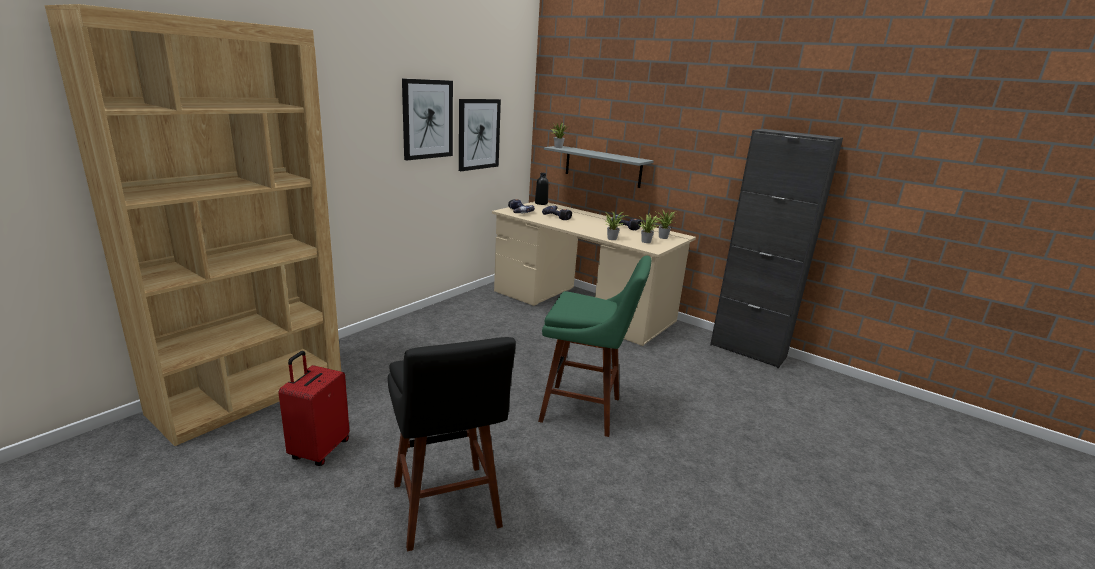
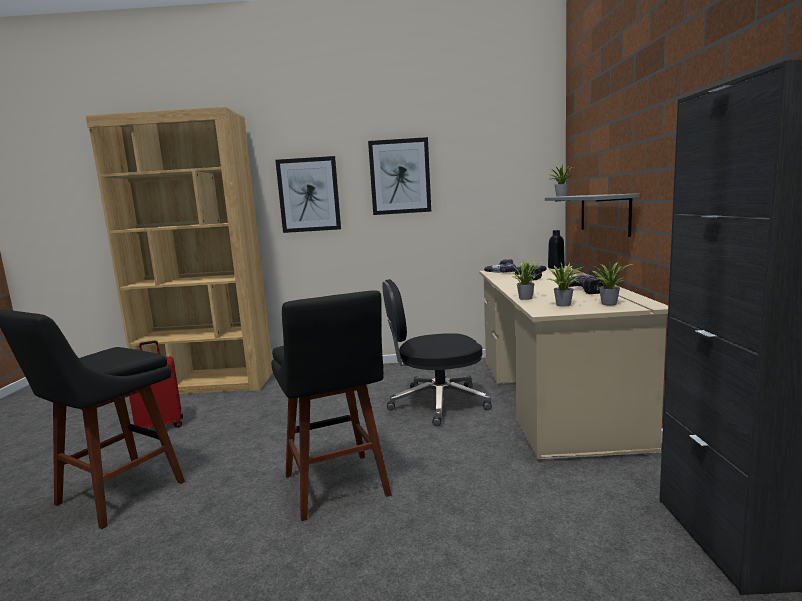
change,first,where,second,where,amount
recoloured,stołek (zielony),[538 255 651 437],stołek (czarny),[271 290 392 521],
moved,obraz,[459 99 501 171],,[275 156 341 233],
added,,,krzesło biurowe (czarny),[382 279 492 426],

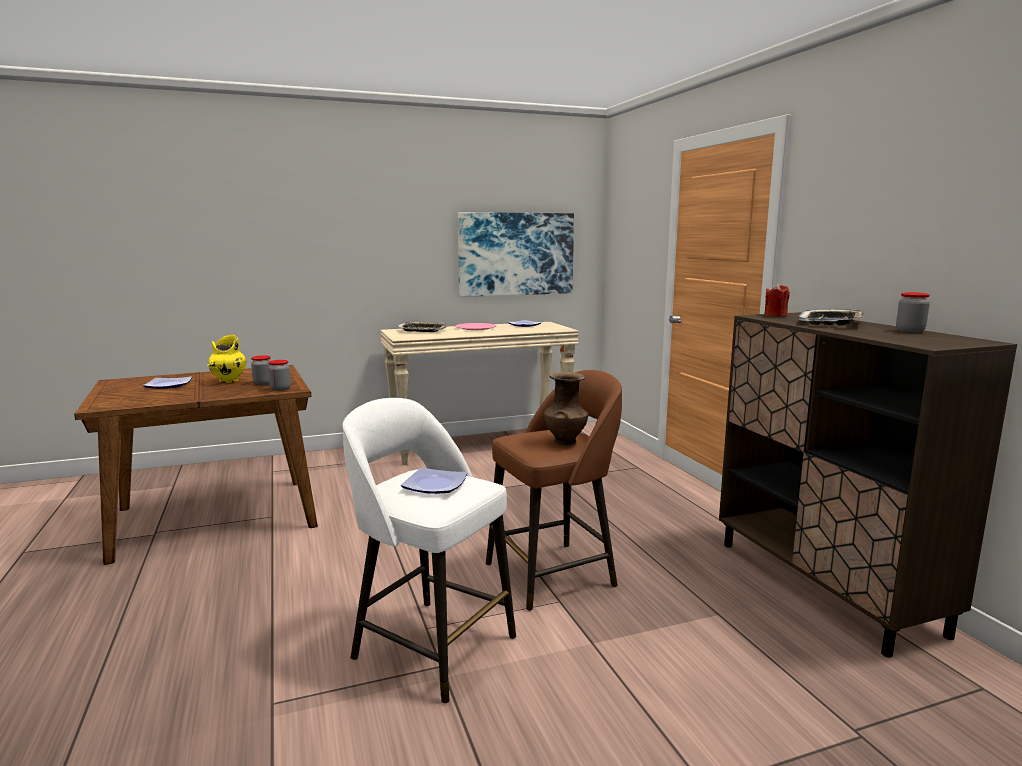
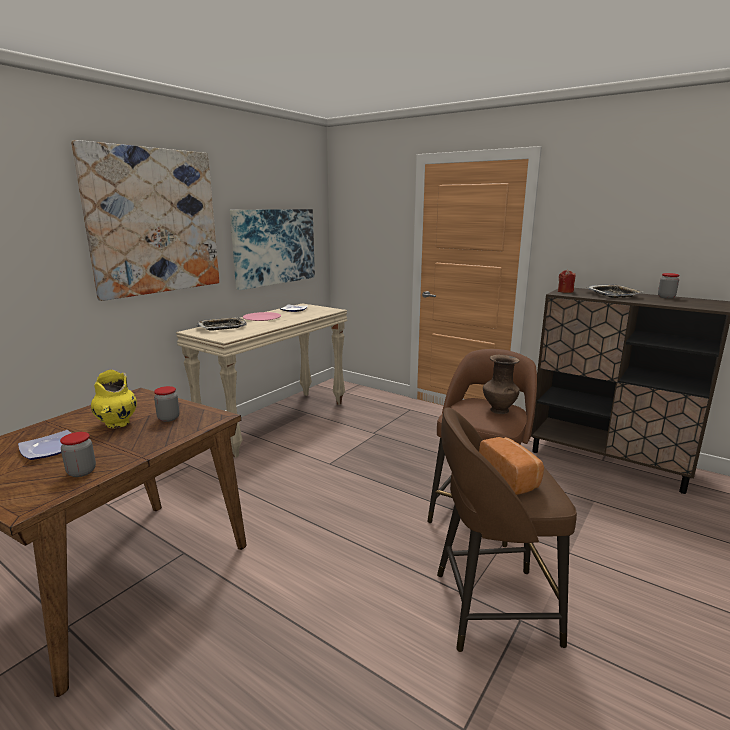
change,first,where,second,where,amount
moved,słoik,[268 360 291 391],,[60 432 96 477],
added,,,obraz,[71 140 220 301],
recoloured,stołek (biały),[342 398 516 704],stołek (brązowy),[437 407 577 652],
replaced,talerz,[401 468 467 494],chleb,[479 437 544 495],

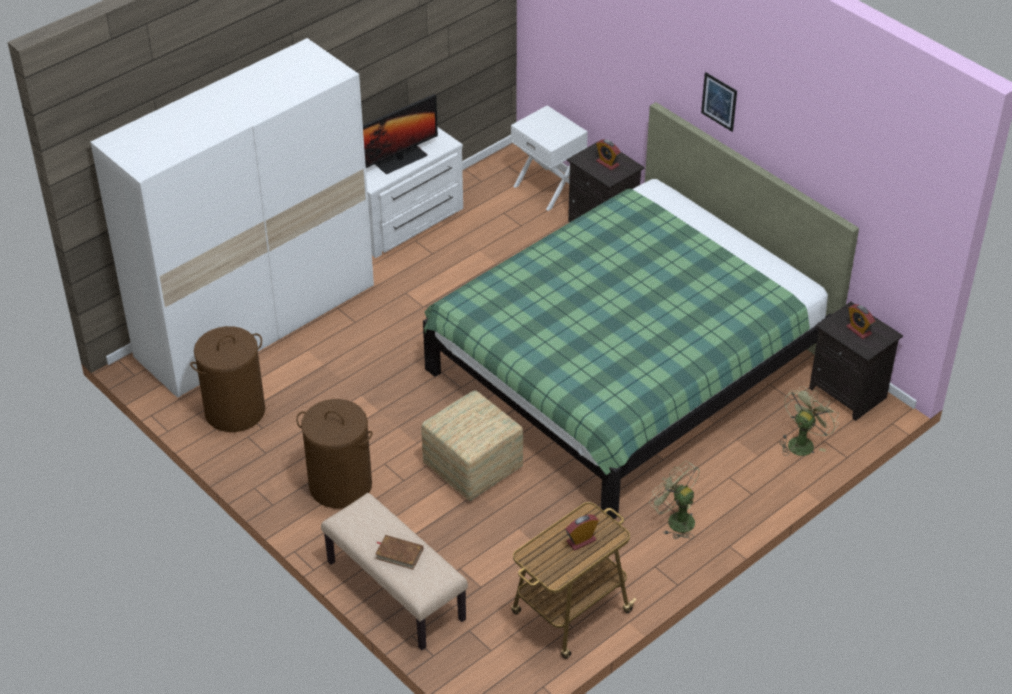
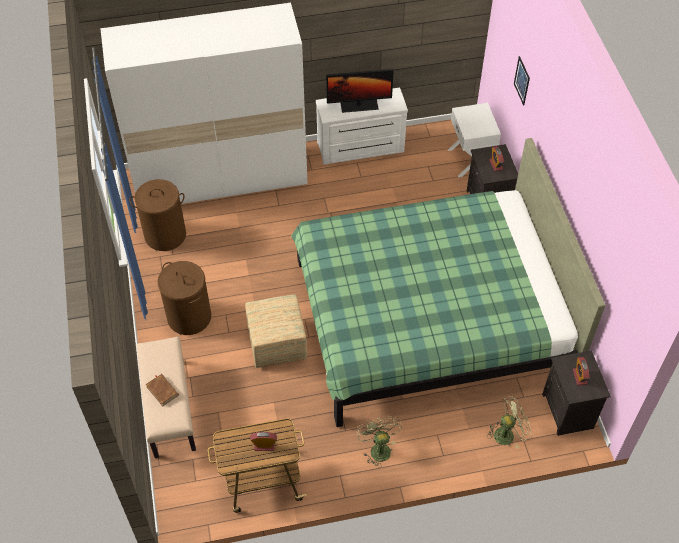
change,first,where,second,where,amount
moved,obraz,[701 72 737 132],,[514 56 530 105],

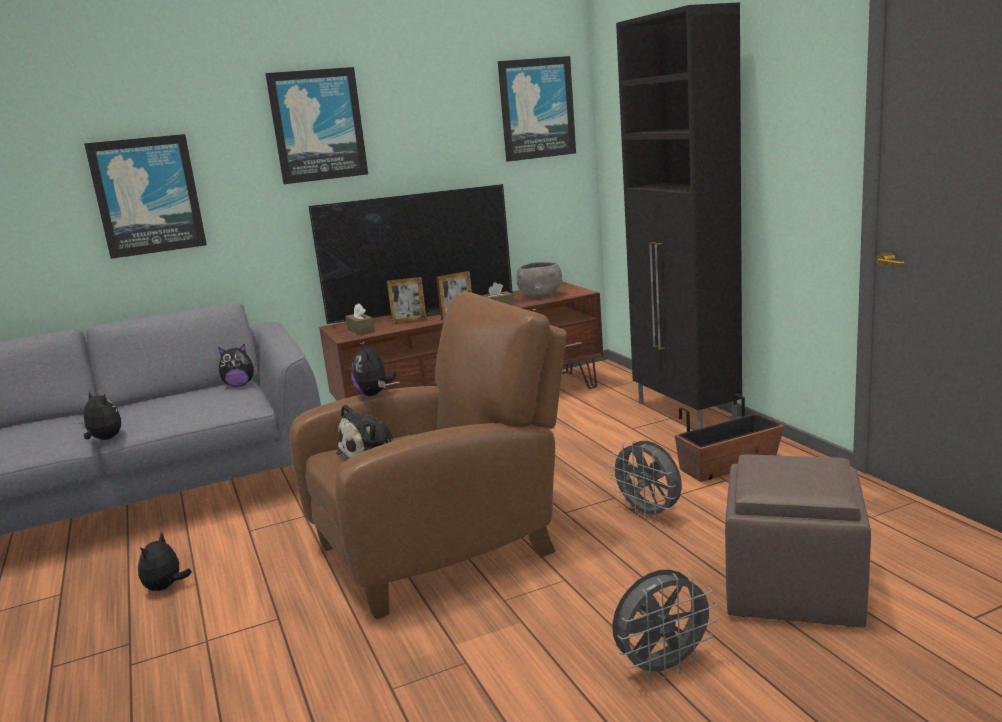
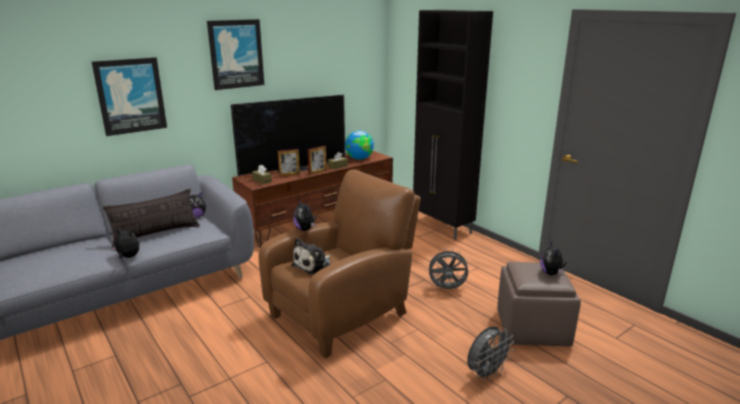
change,first,where,second,where,amount
added,,,poduszka,[103 188 200 247],
replaced,miska (szary),[517 262 563 298],globus,[345 130 374 160],
turned,wentylator (szary),[609 441 682 520],,[426 249 470 289],150 degrees clockwise
moved,pluszak,[138 532 192 591],,[540 241 567 275],
removed,obraz,[498 56 576 162],,,
removed,donica,[675 394 784 482],,,

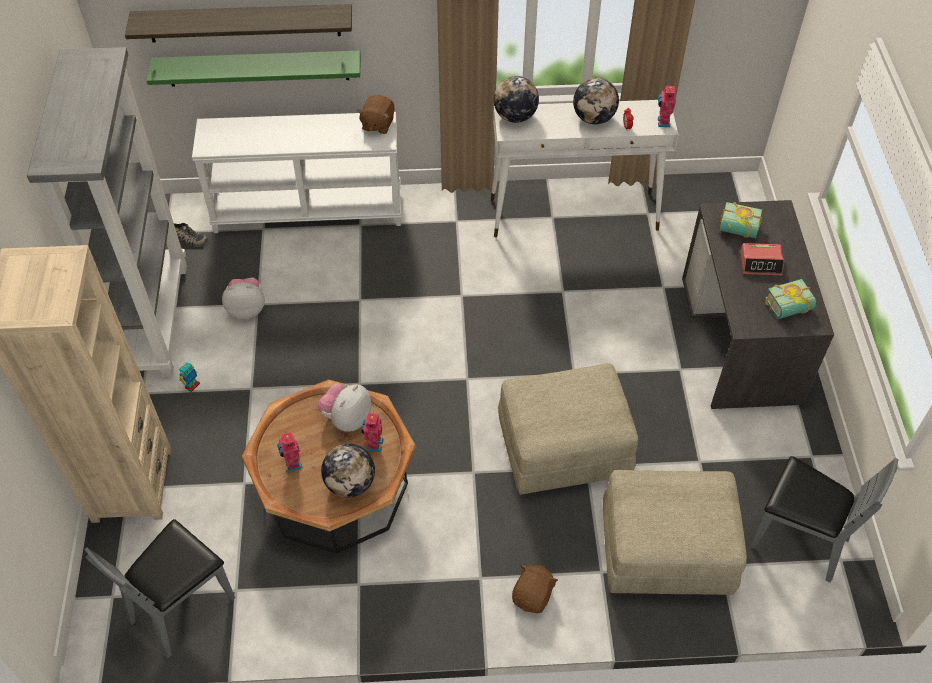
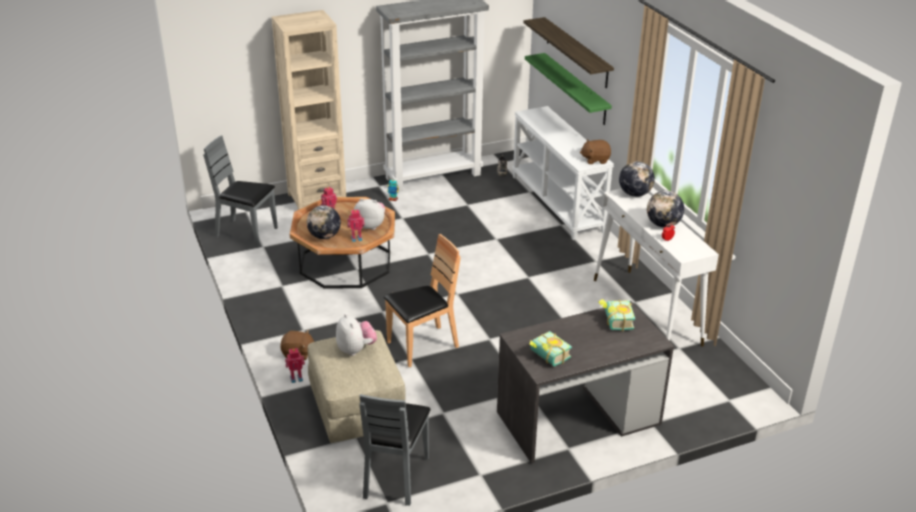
change,first,where,second,where,amount
moved,robot zabawkowy,[658 84 676 127],,[285 348 305 383],
moved,pluszak,[222 277 265 319],,[336 314 377 356],
replaced,pufa (beżowy),[498 363 638 495],krzesło (brązowy),[384 234 461 367],
removed,budzik,[740 243 784 276],,,

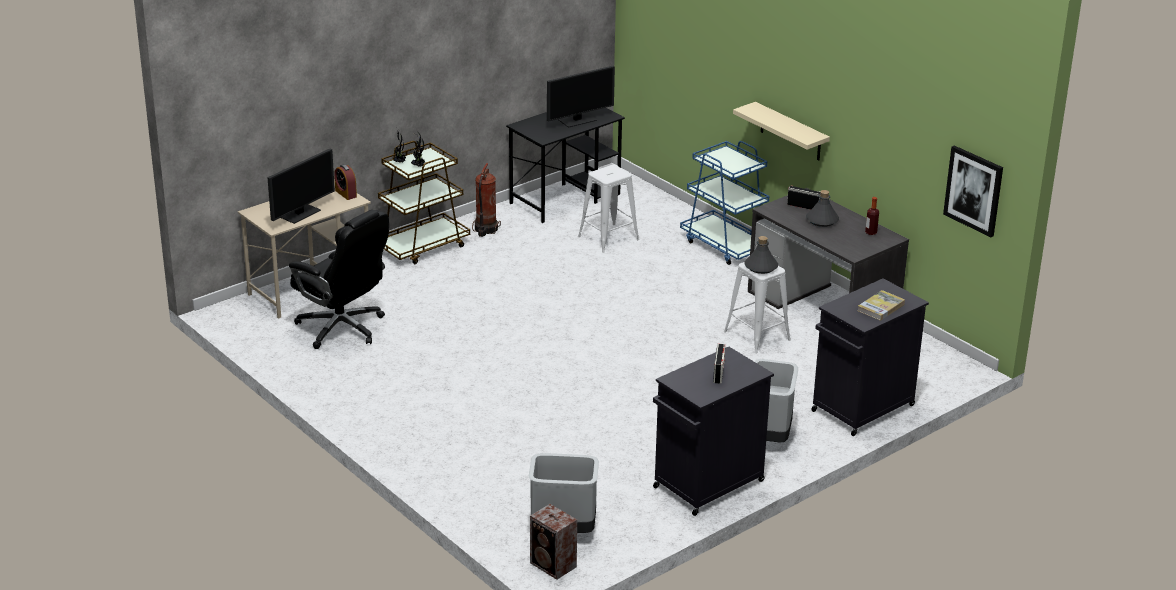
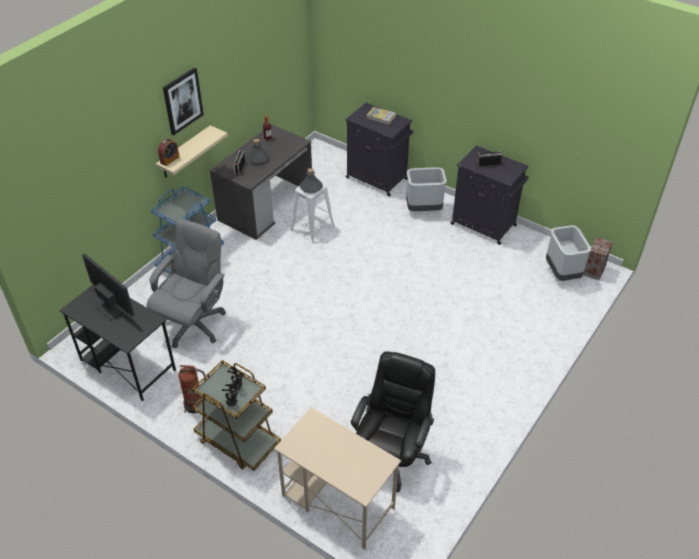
change,first,where,second,where,amount
replaced,stołek (biały),[578 165 640 253],krzesło biurowe (szary),[146 219 226 348],
moved,budzik,[334 164 357 200],,[158 139 179 166],
moved,obraz,[943 145 1003 237],,[163 67 204 135],
removed,monitor,[267 148 335 224],,,

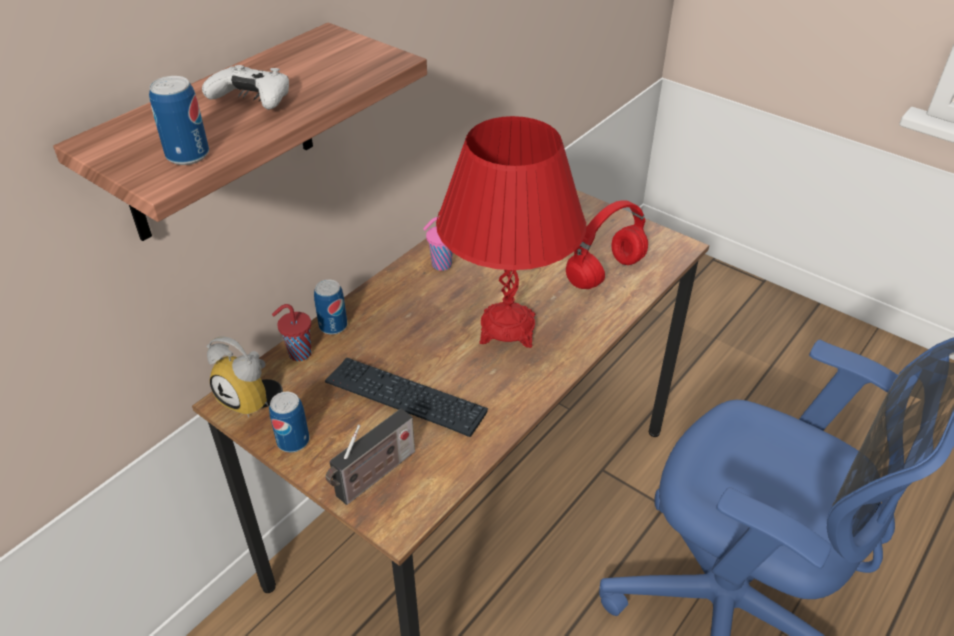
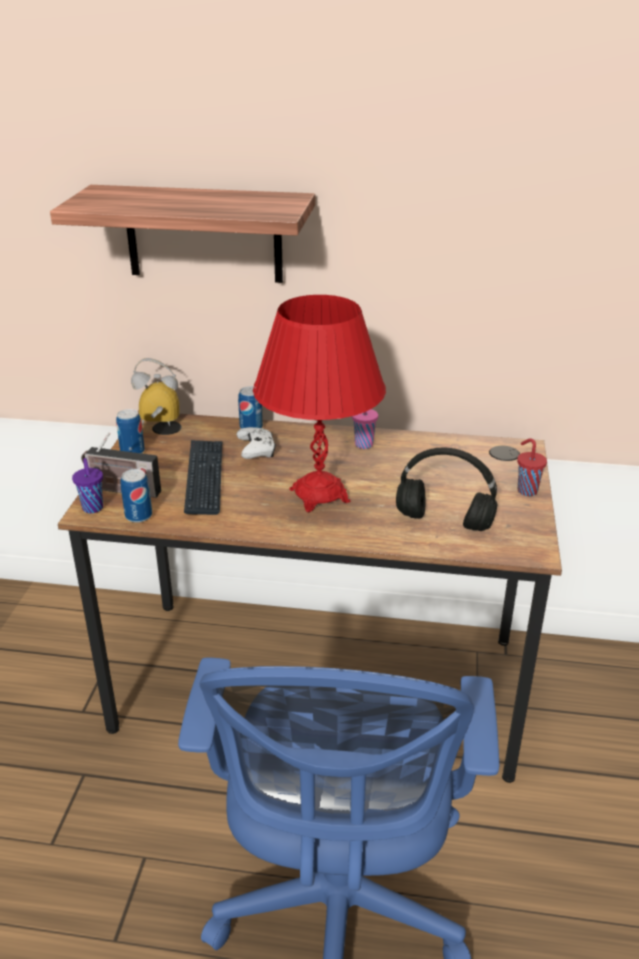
change,first,where,second,where,amount
added,,,filiżanka (fioletowy),[72 458 103 513],
moved,puszka,[149 76 209 165],,[121 469 152 523],
turned,budzik,[207 336 269 417],,[131 358 179 426],90 degrees clockwise
moved,pad do gier (biały),[202 65 289 110],,[236 427 276 459],
recoloured,słuchawki (czerwony),[566 200 648 289],słuchawki (czarny),[396 448 498 531],
moved,filiżanka (czerwony),[272 304 311 361],,[517 438 547 496],

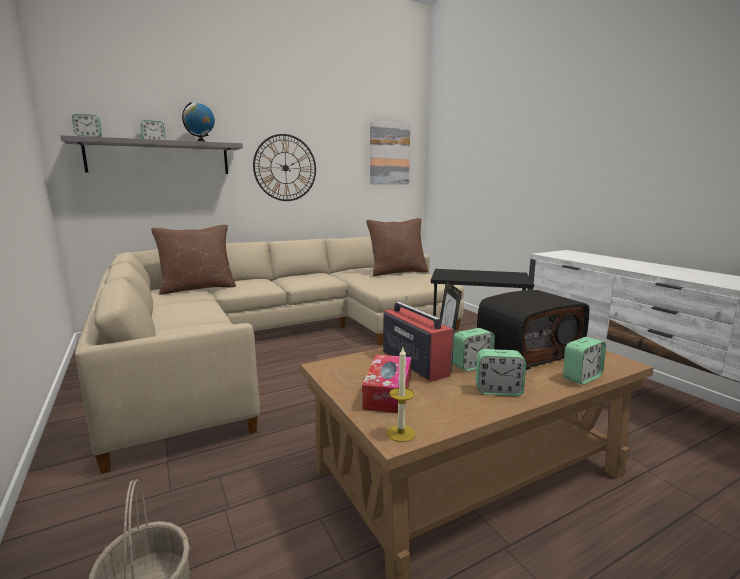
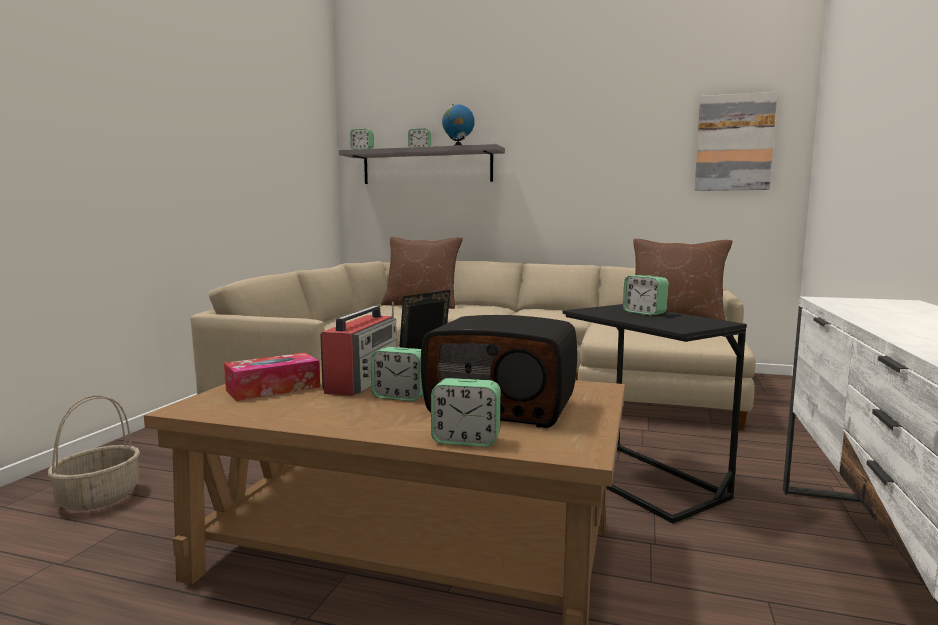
change,first,where,second,where,amount
moved,budzik,[475 349 526 396],,[623 275 669 315],
removed,zegar ścienny,[253 134 316 201],,,
removed,świeca,[387 348 415 442],,,

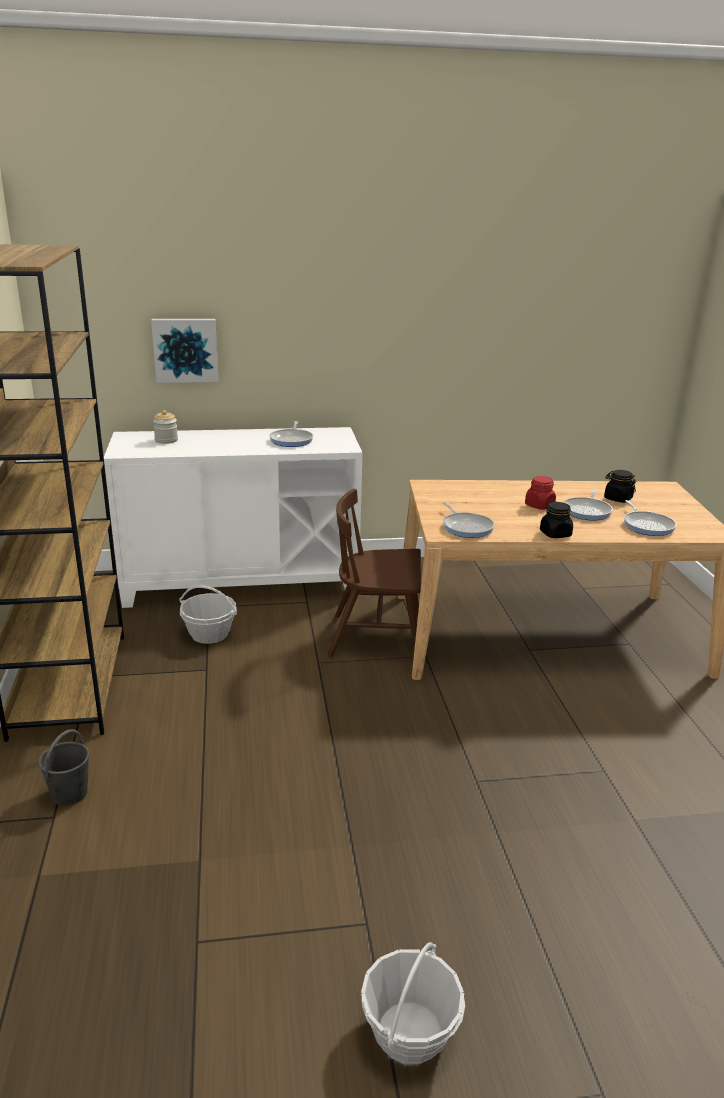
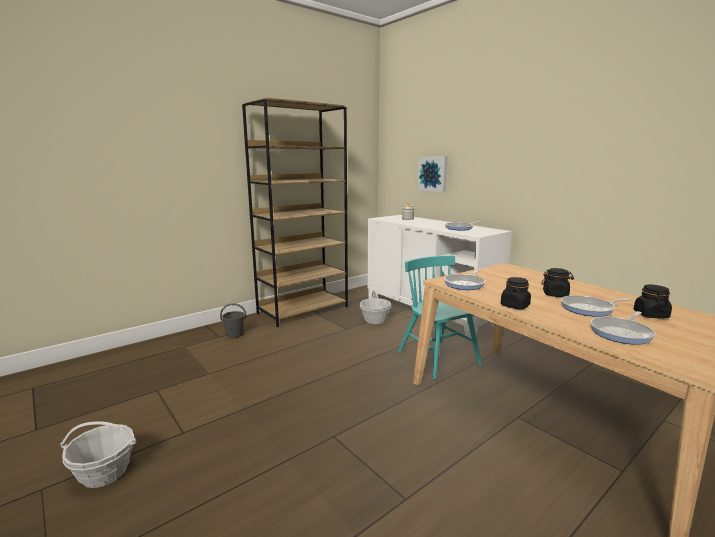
change,first,where,second,where,amount
recoloured,krzesło (brązowy),[328 489 421 657],krzesło (turkusowy),[398 255 482 380],
recoloured,słoik (czerwony),[525 476 556 510],słoik (czarny),[541 268 574 297],

